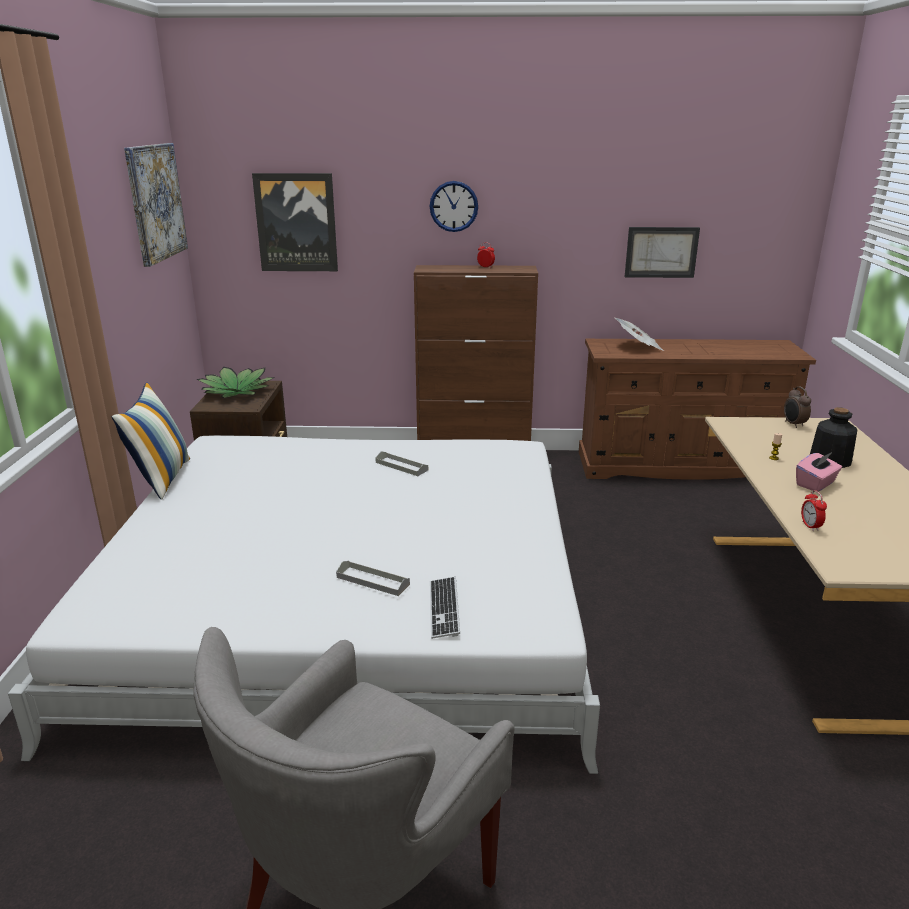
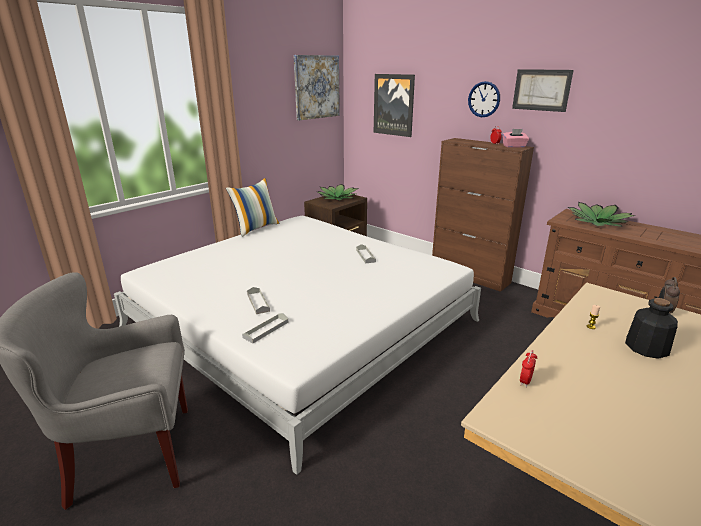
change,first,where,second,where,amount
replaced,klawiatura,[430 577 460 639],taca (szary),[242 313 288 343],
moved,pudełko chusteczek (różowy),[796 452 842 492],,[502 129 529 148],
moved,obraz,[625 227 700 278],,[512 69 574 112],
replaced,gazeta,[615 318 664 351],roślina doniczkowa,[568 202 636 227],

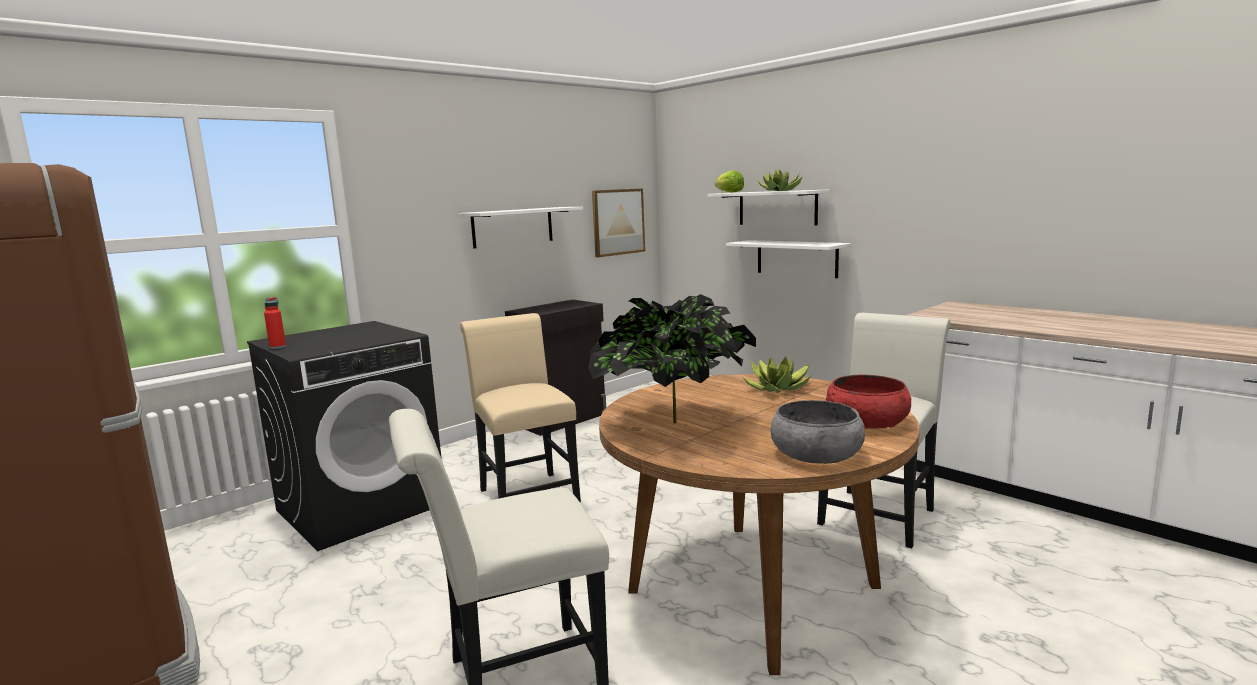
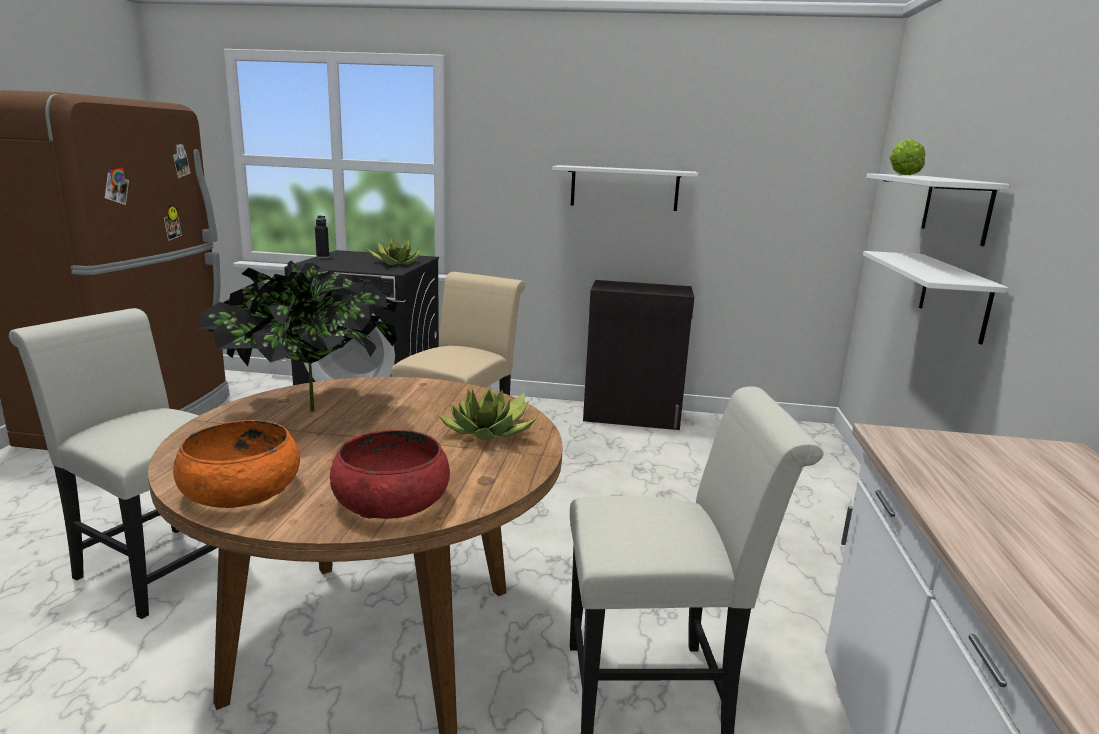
change,first,where,second,where,amount
recoloured,miska (szary),[771 400 865 464],miska (pomarańczowy),[173 420 300 508],
recoloured,butelka (czerwony),[264 297 286 349],butelka (czarny),[315 215 329 259],
moved,roślina doniczkowa,[757 169 803 191],,[367 238 421 265],
removed,obraz,[592 189 645 257],,,

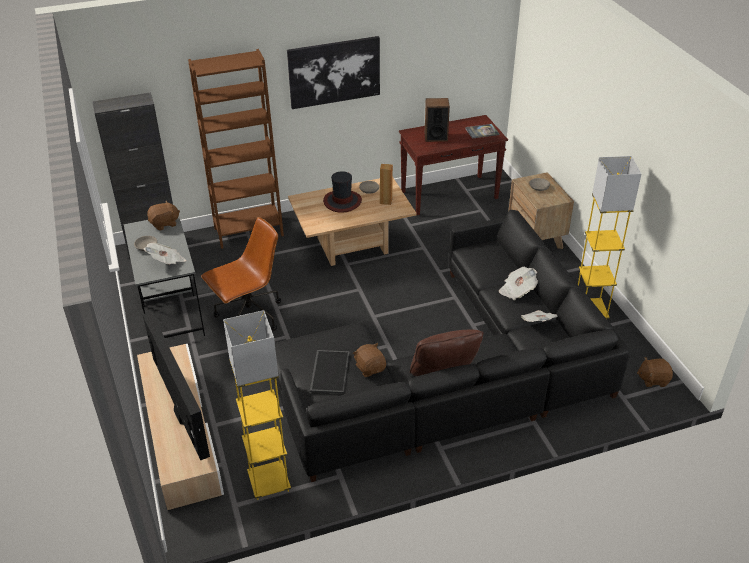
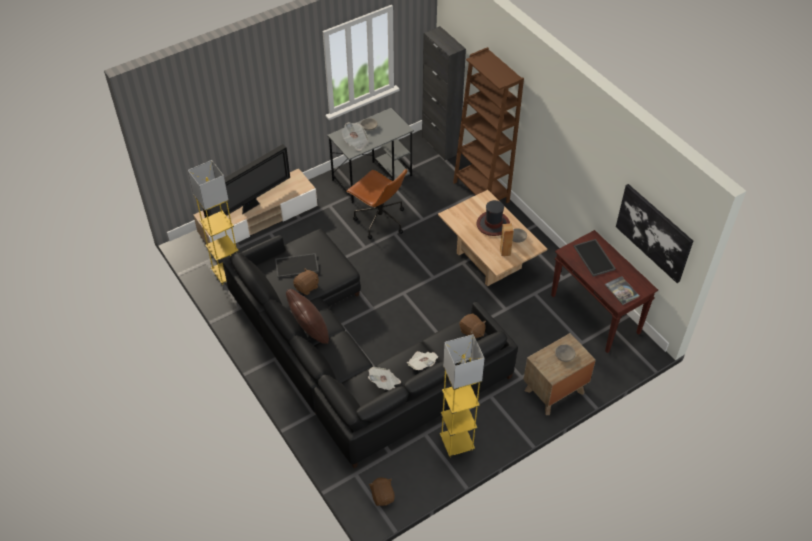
change,first,where,second,where,amount
moved,pluszak (brązowy),[147 200 180 231],,[459 314 486 338],
replaced,głośnik,[425 98 450 142],taca,[573 239 616 277],
moved,obraz,[287 36 380 109],,[616 184 693 283],

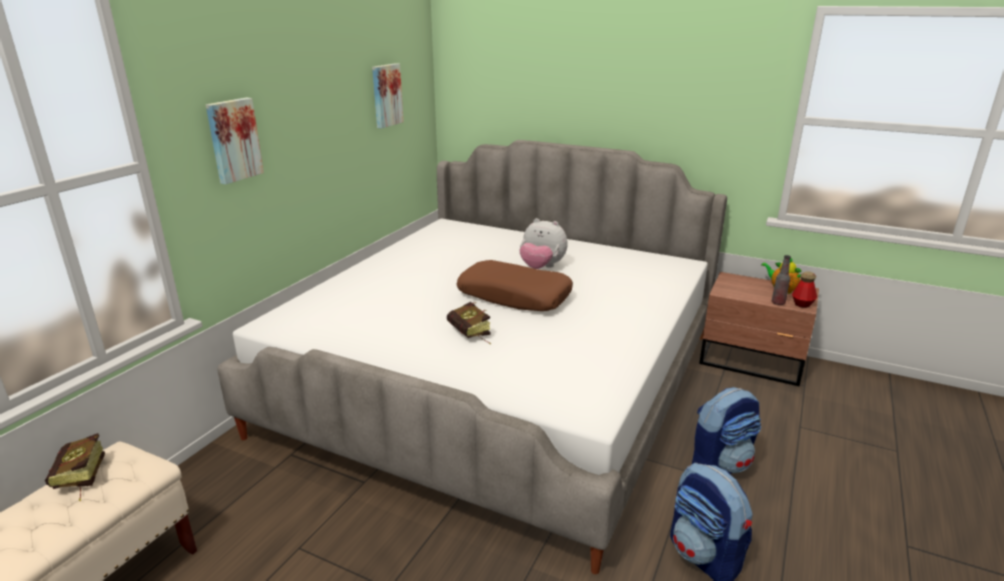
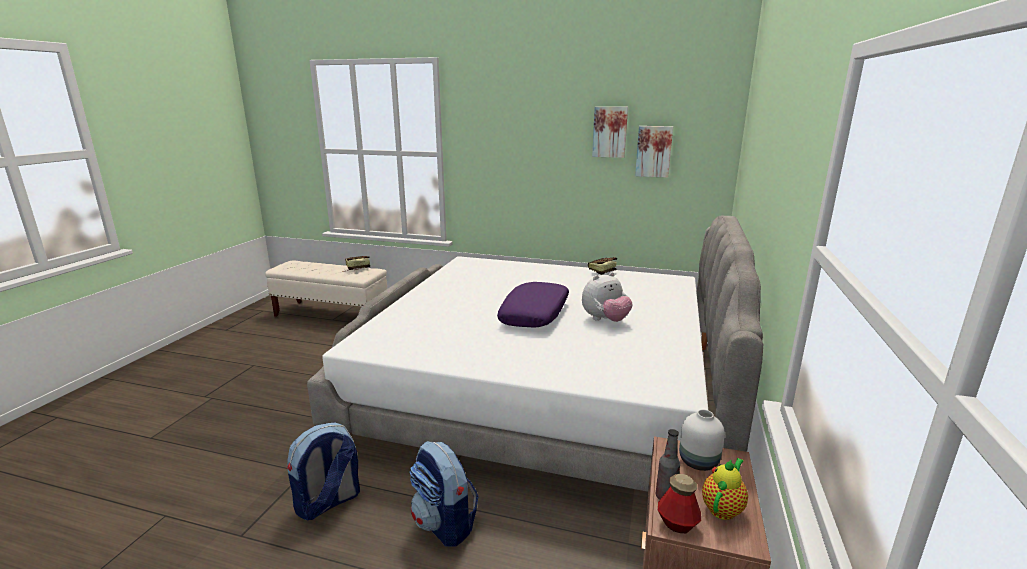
change,first,where,second,where,amount
recoloured,poduszka (brązowy),[457 260 573 311],poduszka (fioletowy),[497 282 569 328],
turned,pluszak,[520 218 568 269],,[582 272 633 322],135 degrees counterclockwise
moved,książka,[447 302 491 344],,[588 257 617 275],
moved,obraz,[206 98 264 184],,[592 106 628 158],
added,,,wazon (biały),[679 409 725 471],

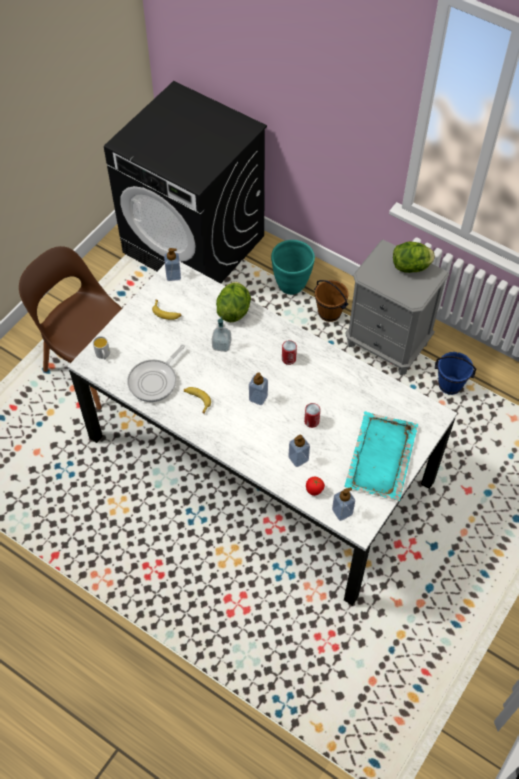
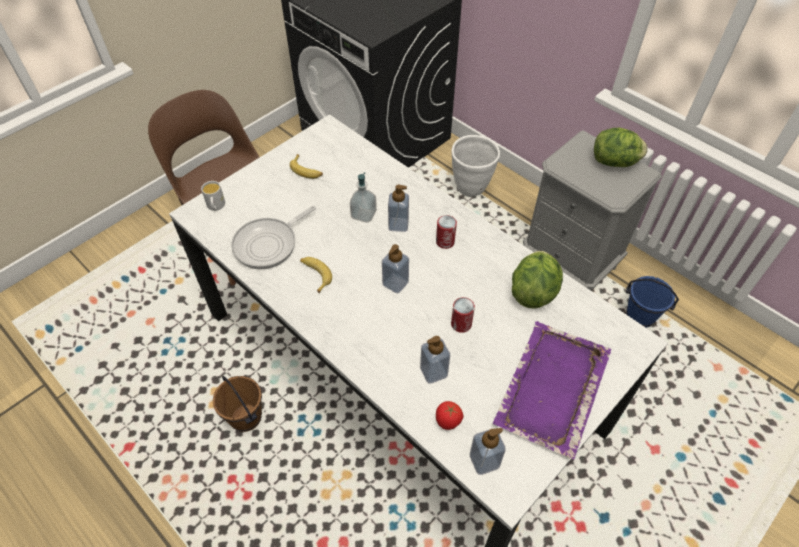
change,first,where,second,where,amount
moved,wiadro (brązowy),[314 280 348 322],,[213 376 262 432],
moved,dozownik mydła,[164 248 181 281],,[388 185 409 232],
recoloured,donica (turkusowy),[271 240 315 295],donica (biały),[451 135 500 197],
recoloured,taca (turkusowy),[344 411 418 501],taca (fioletowy),[493 321 611 459],
moved,sałata,[216 282 251 322],,[512 251 563 308],

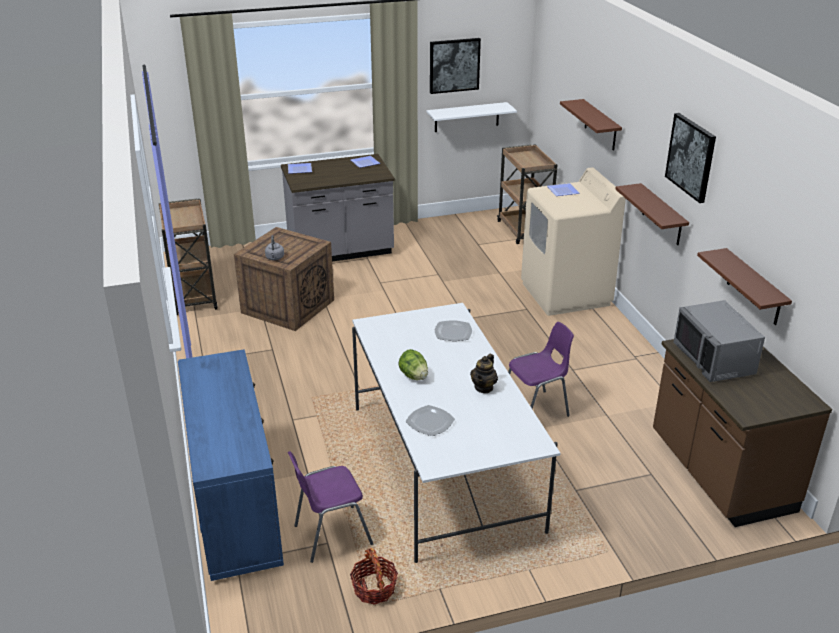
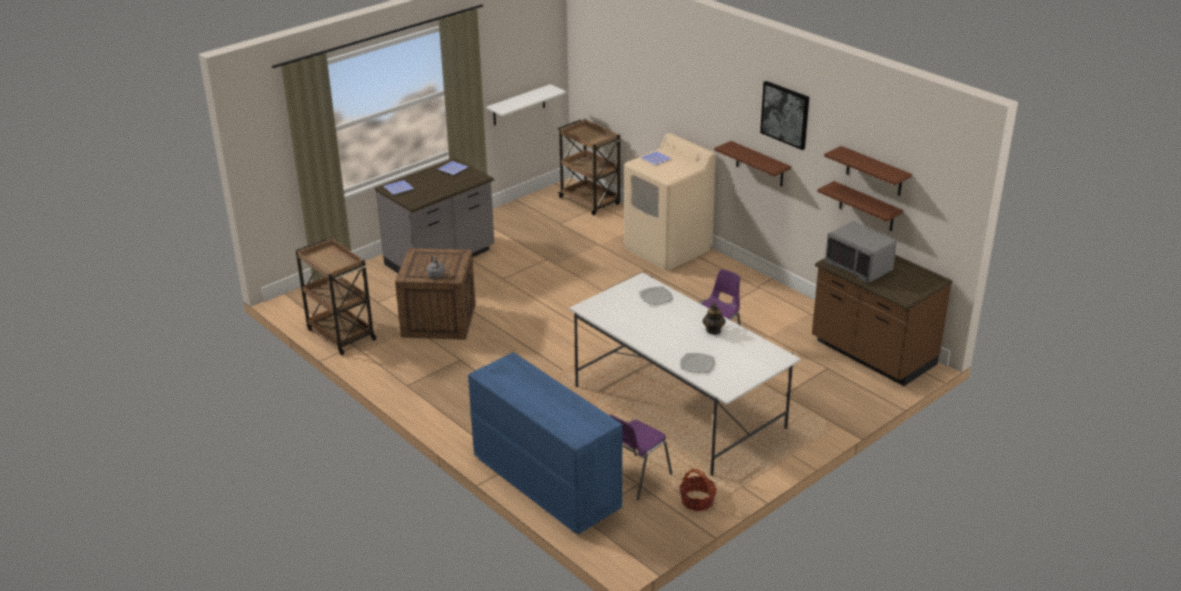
change,first,where,second,where,amount
moved,półka (brązowy),[560 99 622 151],,[824 146 912 196],
removed,sałata,[399 349 428 380],,,
removed,obraz,[430 38 481 94],,,

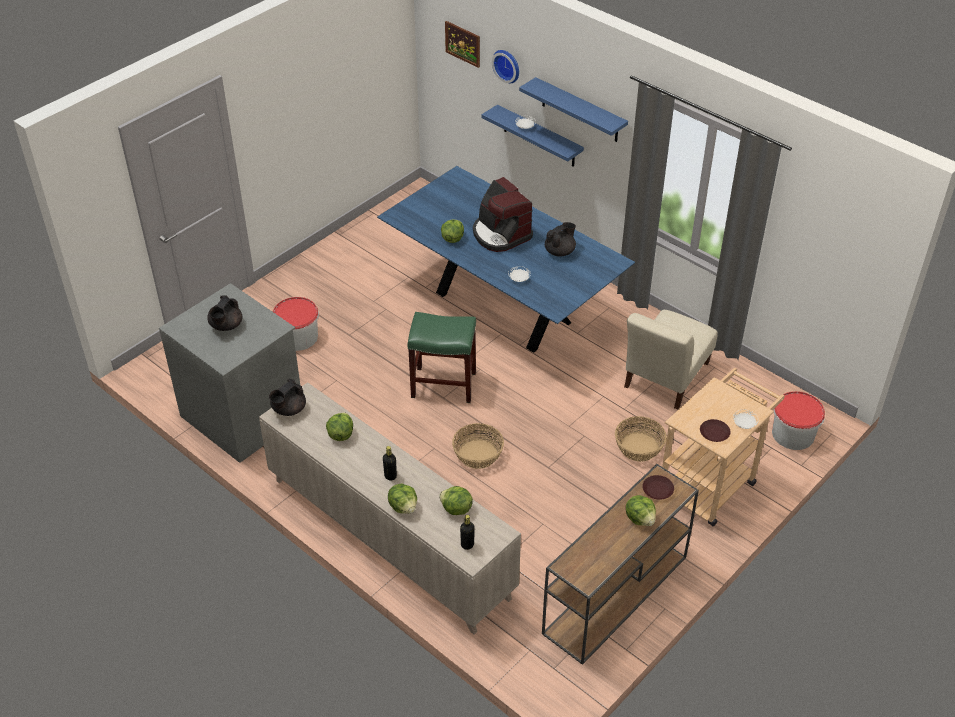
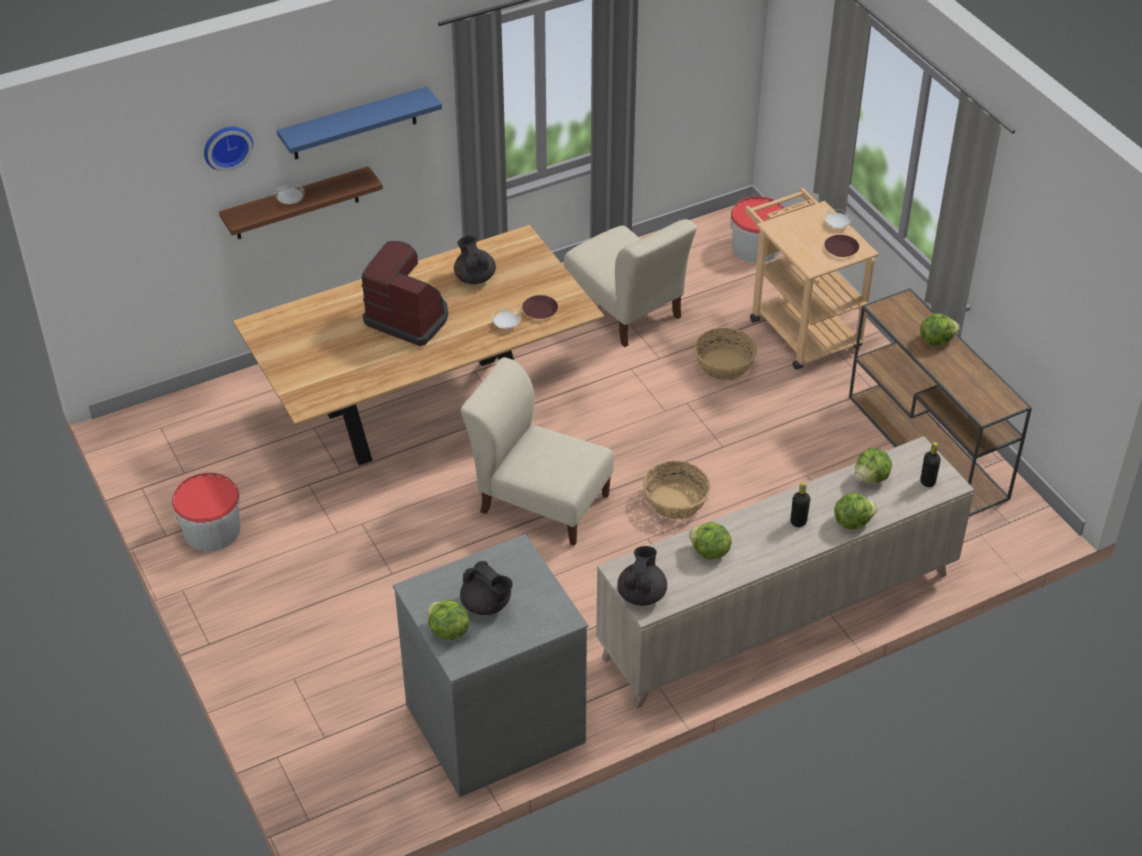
change,first,where,second,where,amount
moved,wiadro,[273 297 319 351],,[172 473 240 551],
recoloured,półka (niebieski),[481 104 584 167],półka (brązowy),[219 166 383 239],
recoloured,stół jadalny (niebieski),[377 166 635 353],stół jadalny (brązowy),[233 225 604 465],
turned,ekspres do kawy,[473 177 533 252],,[361 241 448 346],135 degrees counterclockwise
moved,sałata,[441 219 464 243],,[428 600 469 640],
replaced,stołek (zielony),[407 312 476 403],krzesło (beżowy),[461 357 614 546],
moved,talerz (brązowy),[642 475 674 500],,[522 295 558 319],
turned,imbryk (czarny),[269 379 306 416],,[617 546 667 606],135 degrees counterclockwise
removed,obraz,[445 21 480 68],,,

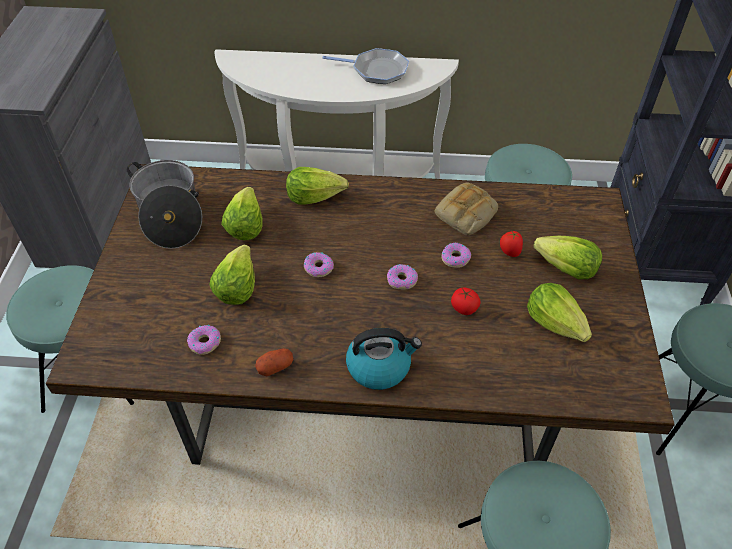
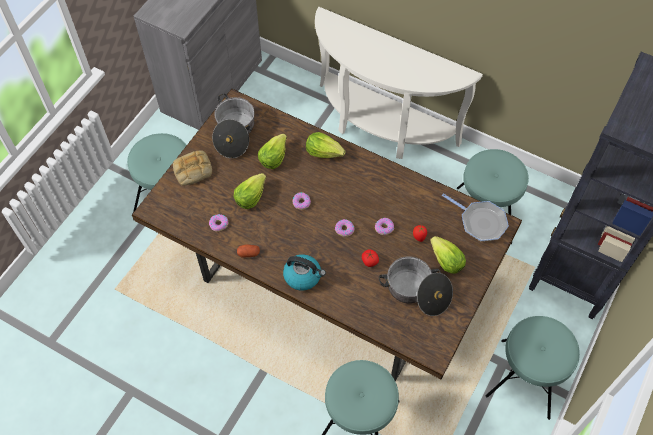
change,first,where,second,where,amount
moved,chleb,[435 182 498 235],,[173 150 212 186],
replaced,sałata,[527 283 592 342],garnek,[379 256 453 316],
moved,patelnia,[322 48 409 84],,[442 193 509 241],

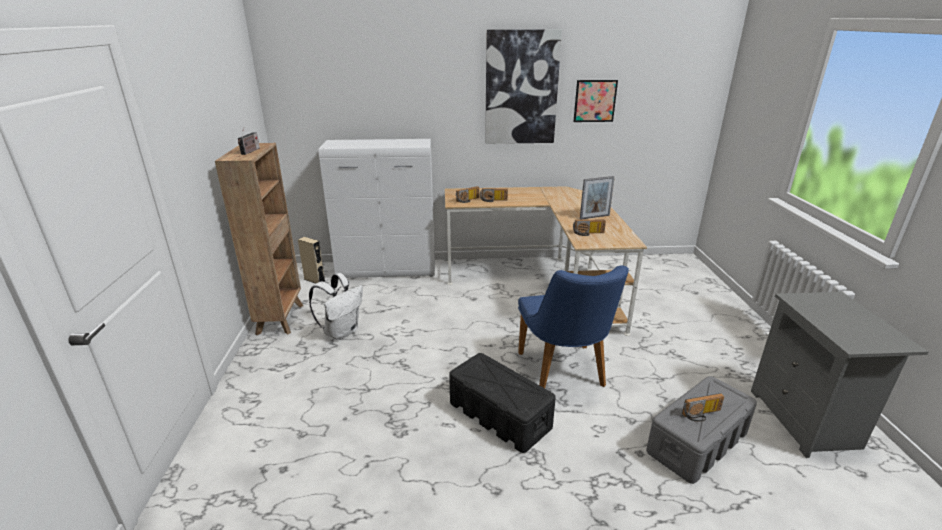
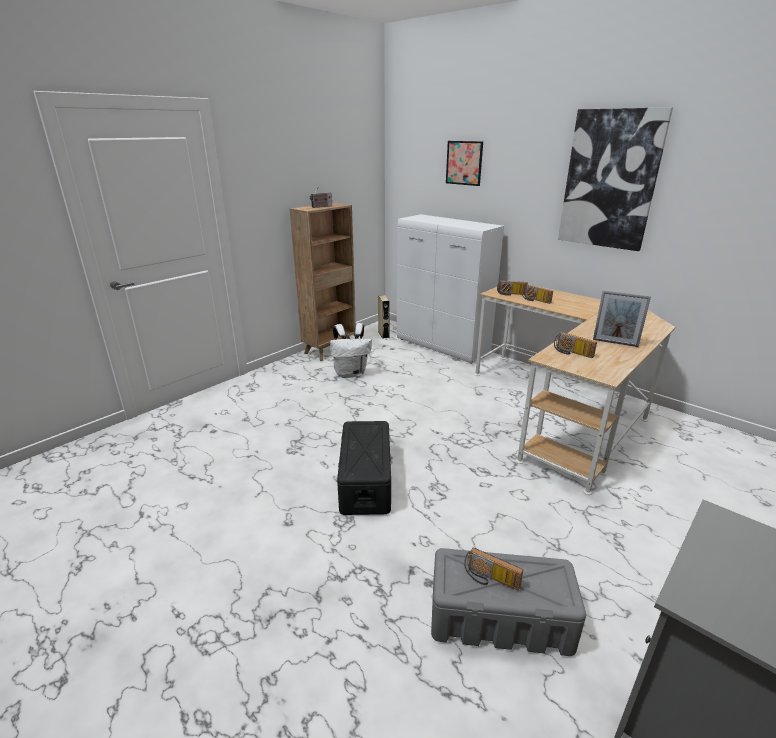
change,first,where,second,where,amount
moved,obraz,[573 80 618 122],,[446 141 483 186],
removed,krzesło (niebieski),[518 265 629 388],,,

